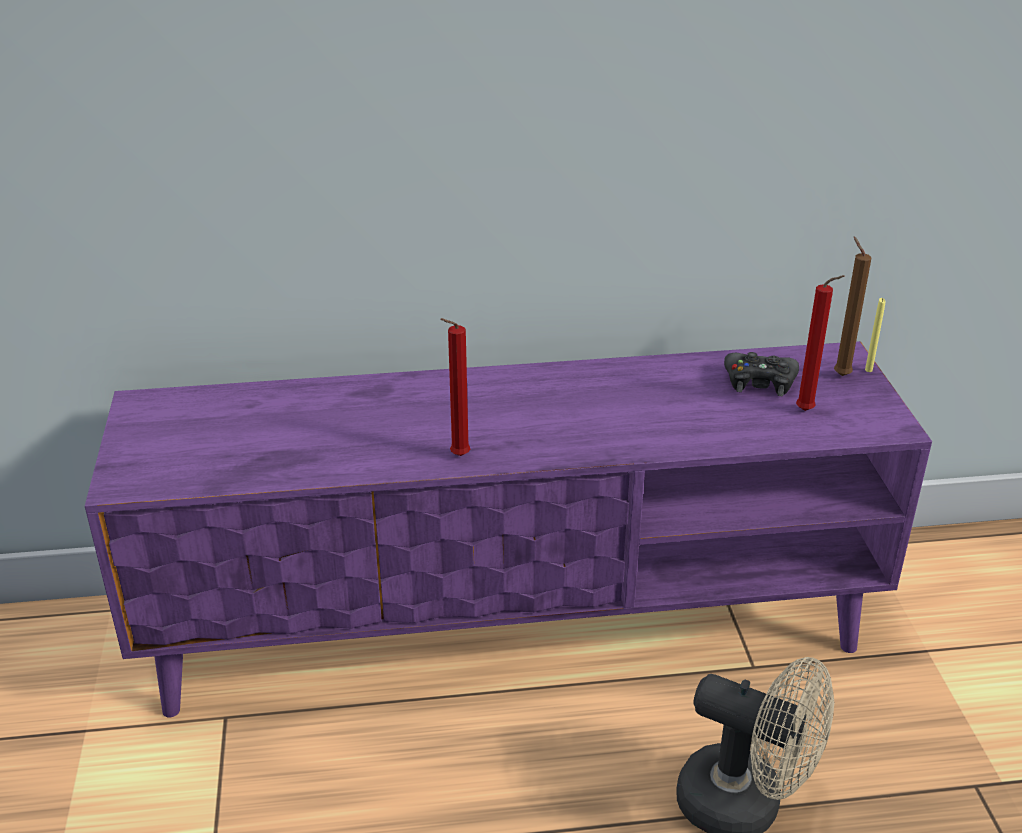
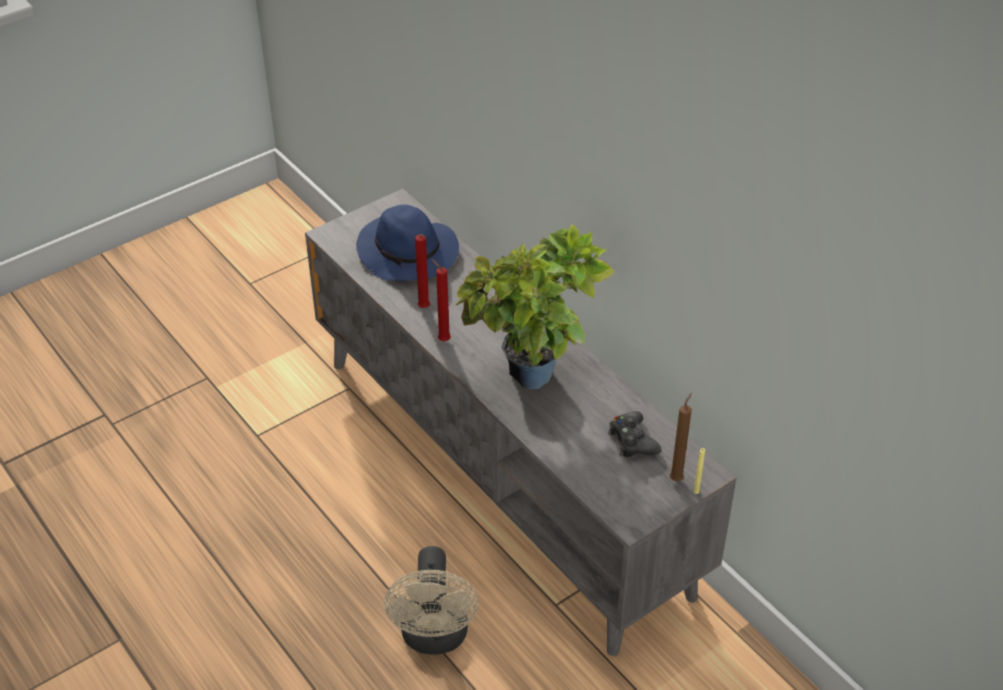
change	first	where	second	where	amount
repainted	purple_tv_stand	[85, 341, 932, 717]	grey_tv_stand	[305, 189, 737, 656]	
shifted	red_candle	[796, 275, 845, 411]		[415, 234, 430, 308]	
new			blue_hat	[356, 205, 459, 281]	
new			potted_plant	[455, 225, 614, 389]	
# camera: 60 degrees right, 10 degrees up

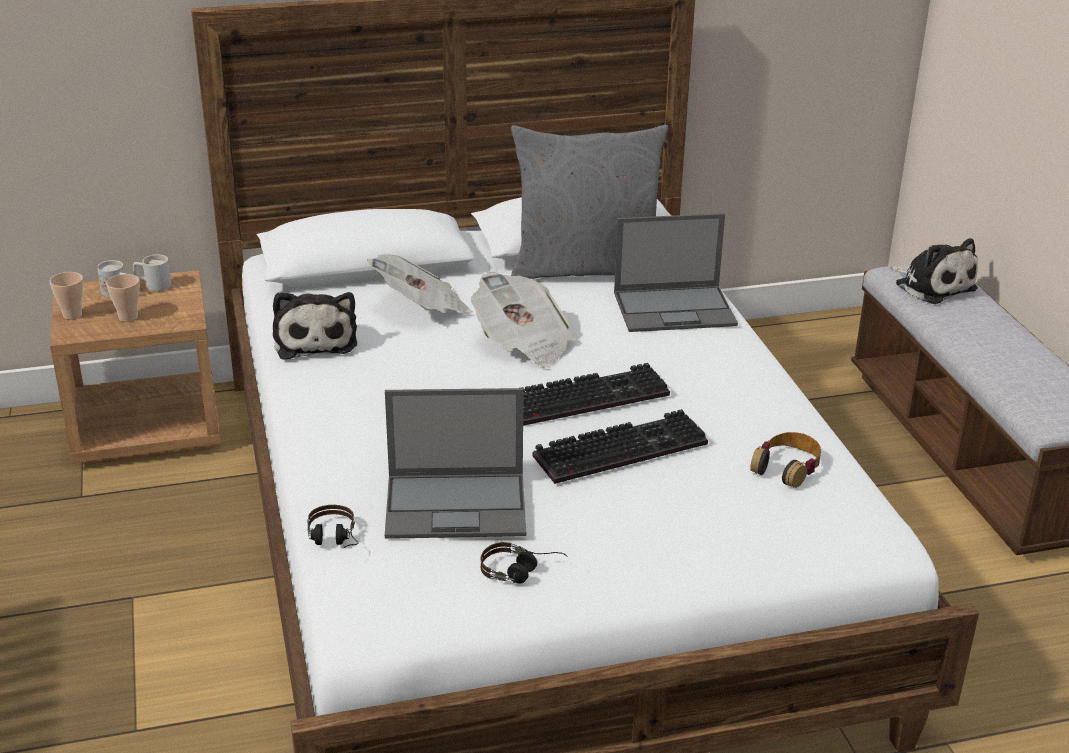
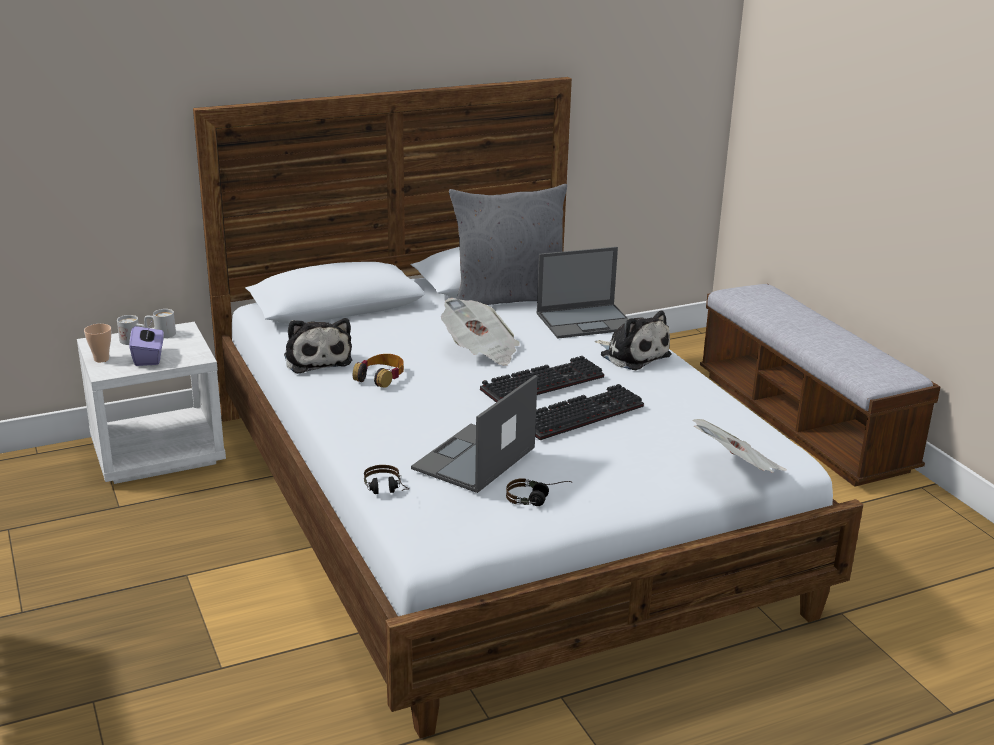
change	first	where	second	where	amount
repainted	brown_nightstand	[50, 270, 221, 465]	white_nightstand	[77, 322, 226, 484]	
swapped	cup	[106, 274, 140, 322]	purple_tissue_box	[129, 323, 164, 366]	
shifted	newspaper	[367, 254, 473, 313]		[693, 419, 787, 473]	
rotated	laptop	[385, 388, 526, 539]		[411, 375, 538, 493]	135 degrees clockwise
shifted	headphones	[750, 432, 821, 488]		[353, 354, 404, 388]	
shifted	plush_toy	[890, 238, 978, 304]		[595, 311, 672, 370]	
# camera: 10 degrees left, 5 degrees down

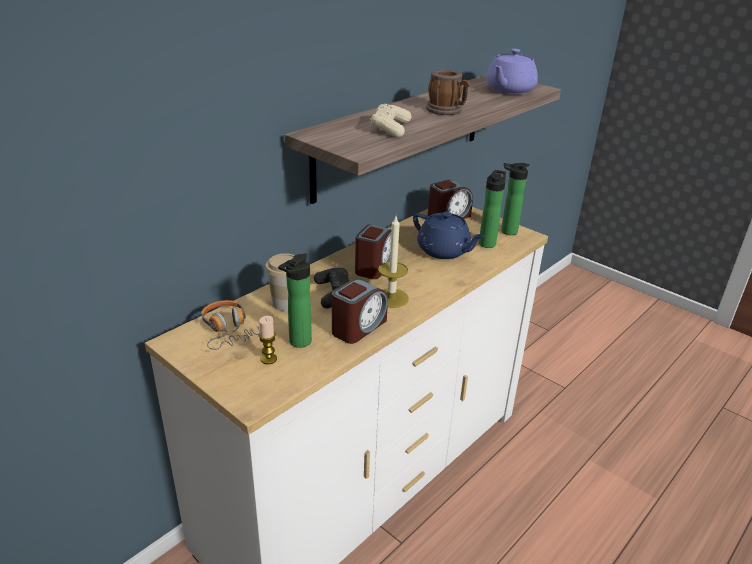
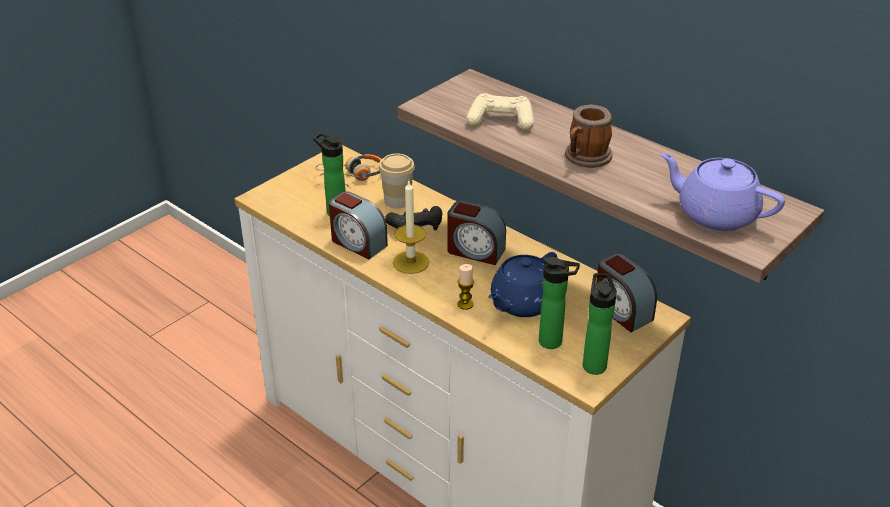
change	first	where	second	where	amount
shifted	candle	[259, 316, 277, 364]		[458, 264, 474, 310]	
# camera: 90 degrees right, 5 degrees up

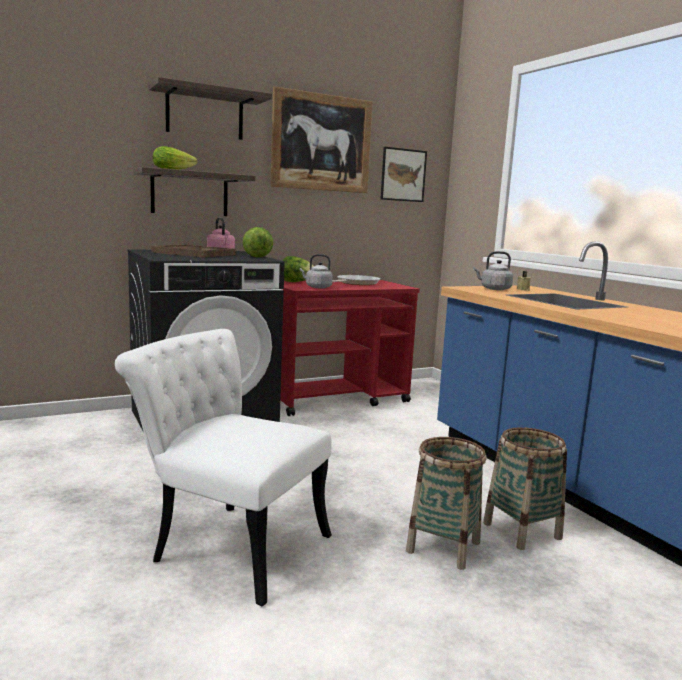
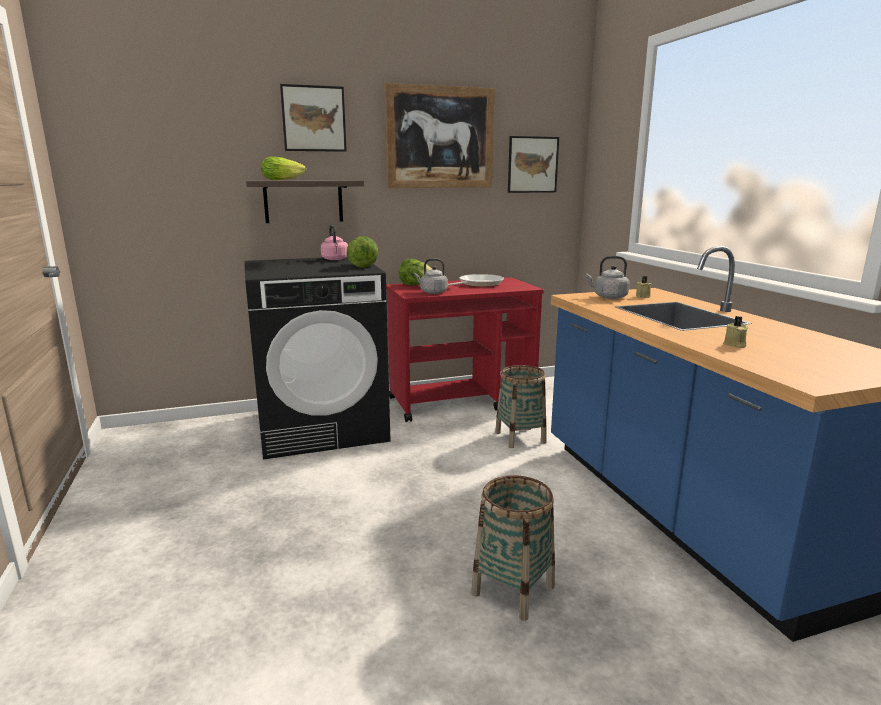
change	first	where	second	where	amount
gone	white_chair	[115, 329, 332, 607]			
swapped	shelf	[149, 77, 272, 140]	picture	[280, 84, 347, 152]	
gone	brown_tray	[151, 245, 236, 257]			
shifted	basket	[483, 427, 567, 550]		[495, 365, 546, 448]	
new			beige_candle	[723, 316, 749, 348]	
# camera: 10 degrees right, 5 degrees up

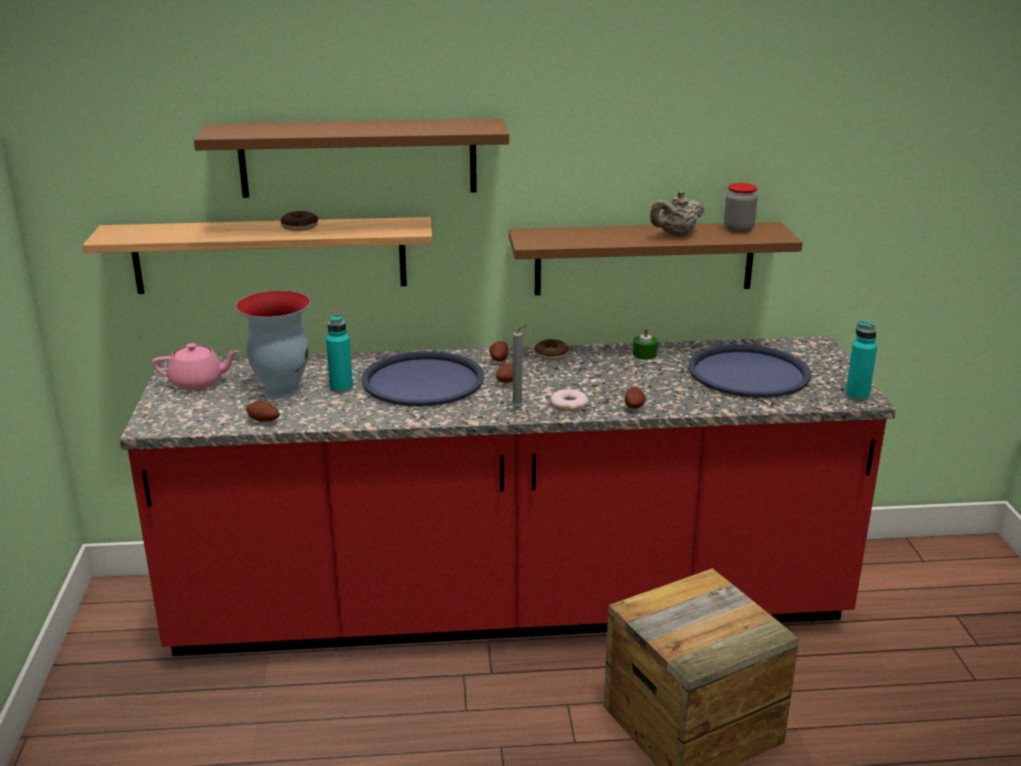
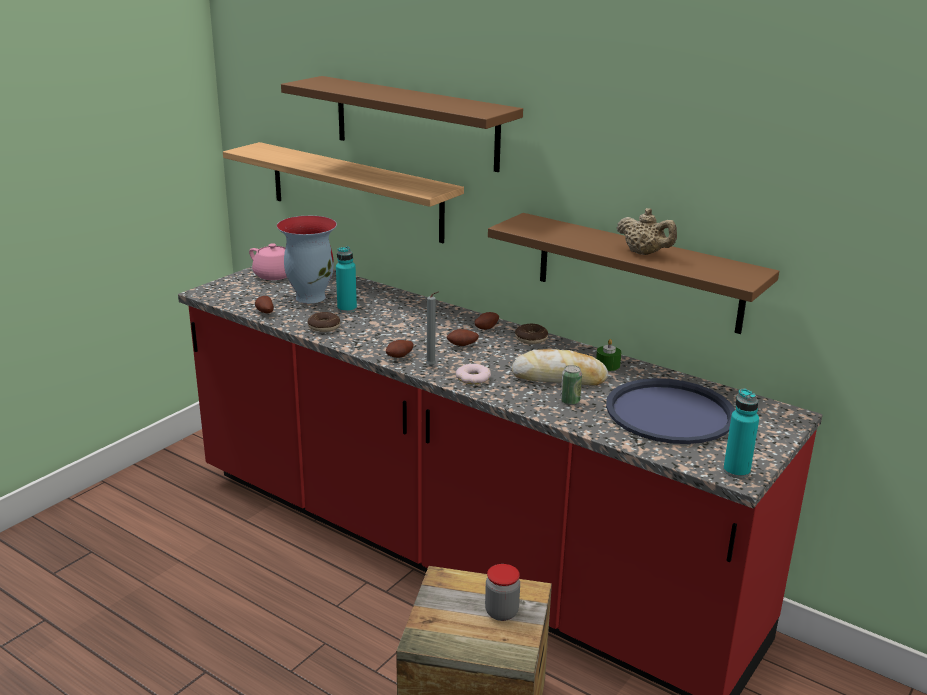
change	first	where	second	where	amount
shifted	donut	[281, 211, 318, 231]		[308, 312, 340, 332]	
gone	blue_tray	[362, 351, 484, 407]			
shifted	potato	[625, 387, 646, 409]		[386, 340, 413, 358]	
rotated	beige_teapot	[650, 191, 704, 237]		[617, 208, 677, 255]	150 degrees counterclockwise
shifted	jar	[724, 183, 758, 233]		[485, 564, 520, 621]	
new			bread	[512, 349, 608, 386]	
new			can	[561, 365, 582, 405]	
# camera: 40 degrees right, 0 degrees up

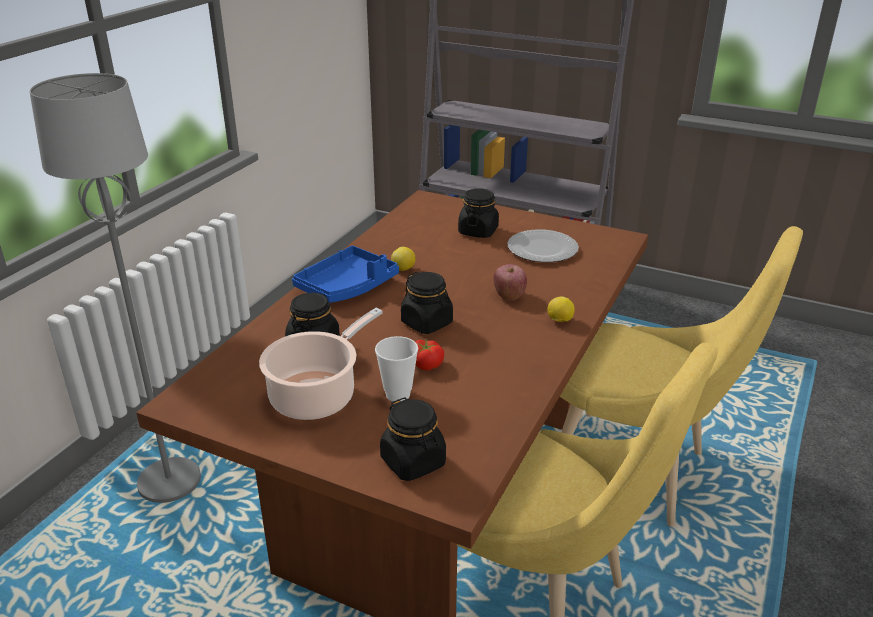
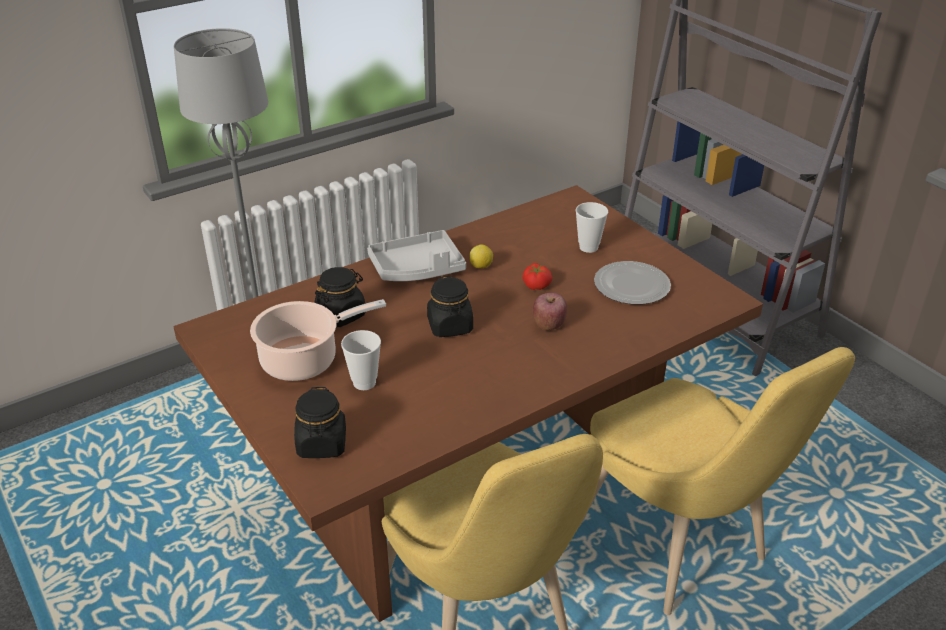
change	first	where	second	where	amount
repainted	blue_tray	[292, 246, 399, 303]	grey_tray	[367, 230, 466, 281]	
shifted	tomato	[415, 339, 444, 371]		[523, 263, 553, 290]	
swapped	black_jar	[458, 188, 499, 238]	cup	[575, 202, 608, 253]	
gone	lemon	[547, 296, 575, 322]			
# camera: 30 degrees right, 5 degrees up

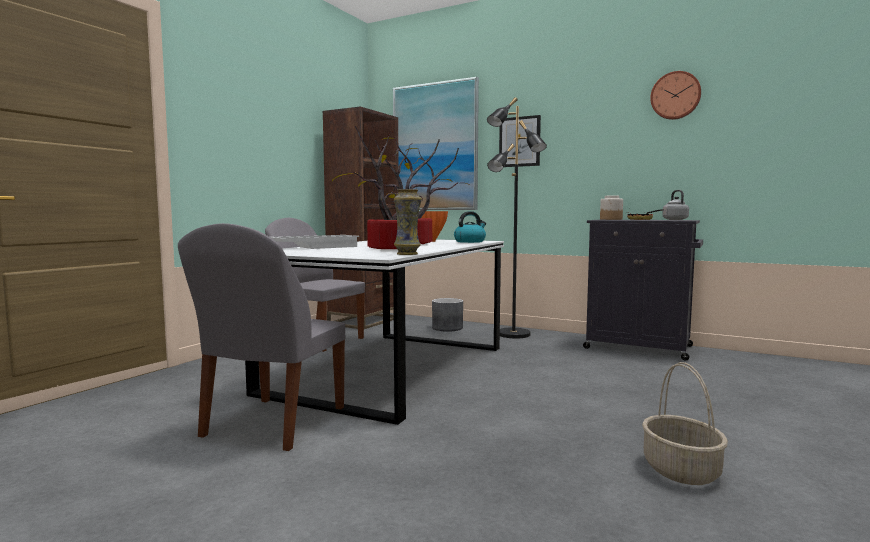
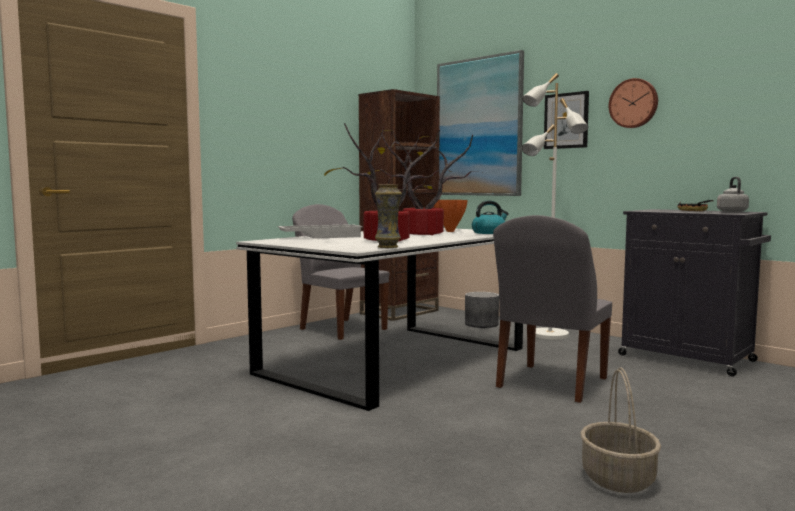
change	first	where	second	where	amount
shifted	grey_chair	[178, 223, 345, 451]		[493, 215, 612, 403]	
repainted	black_floor_lamp	[487, 97, 547, 338]	white_floor_lamp	[522, 73, 588, 340]	
gone	jar	[600, 196, 623, 220]			
shifted	wall_clock	[650, 71, 701, 120]		[609, 78, 658, 128]	
# camera: 15 degrees right, 0 degrees up

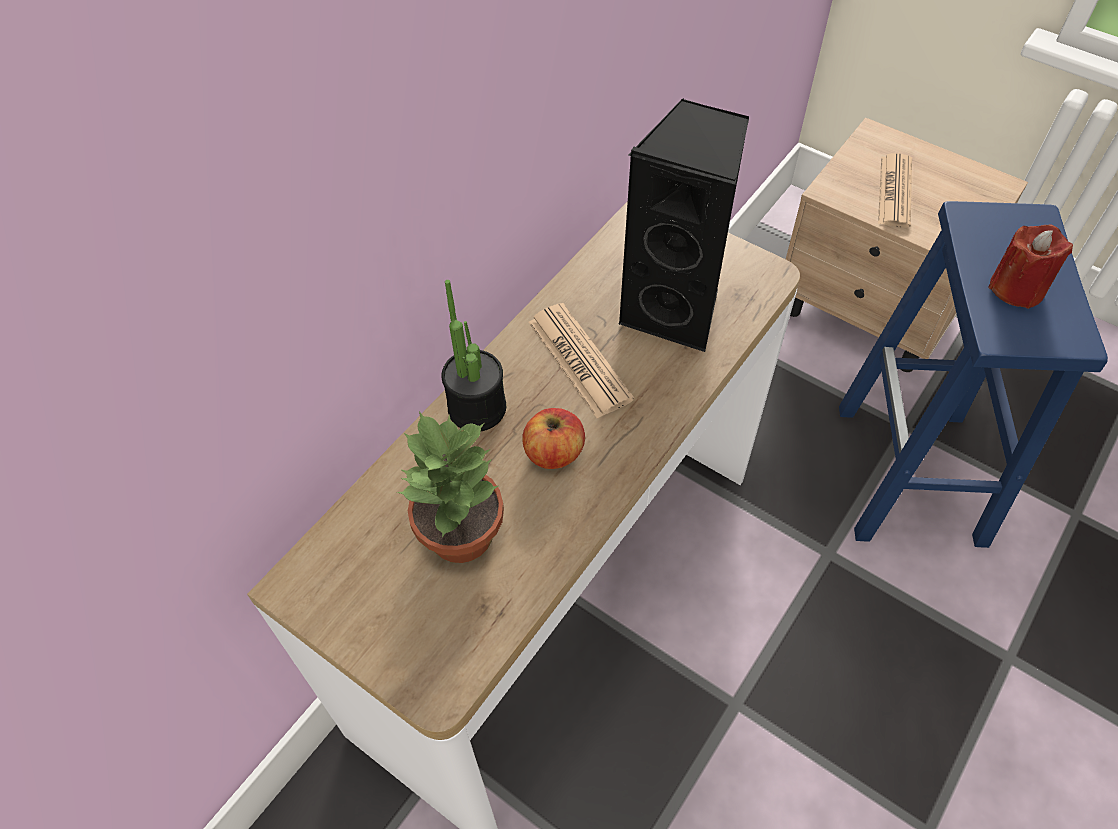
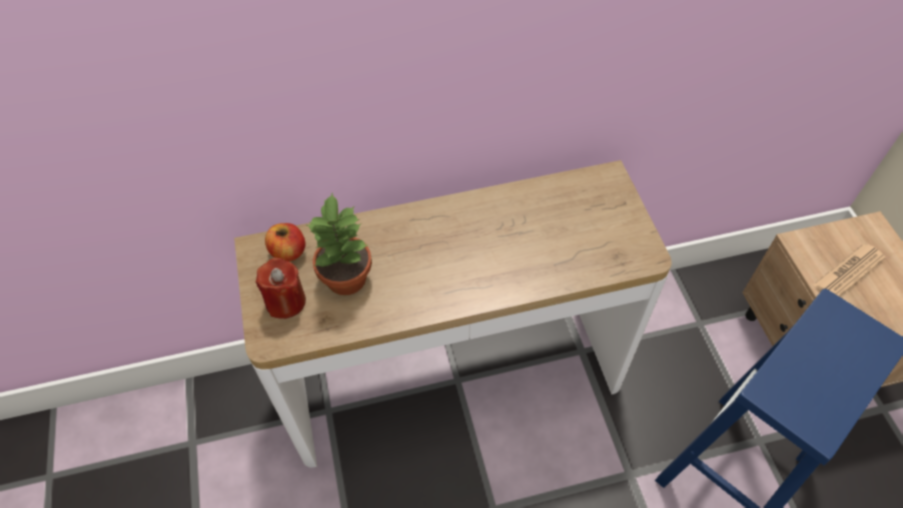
change	first	where	second	where	amount
gone	potted_plant	[442, 280, 506, 431]			
shifted	apple	[522, 408, 585, 469]		[265, 223, 306, 261]	
gone	newspaper	[528, 303, 634, 418]			
gone	black_speaker	[618, 98, 749, 352]			
shifted	red_candle	[988, 225, 1073, 309]		[255, 258, 306, 319]	
# camera: 40 degrees right, 0 degrees up

